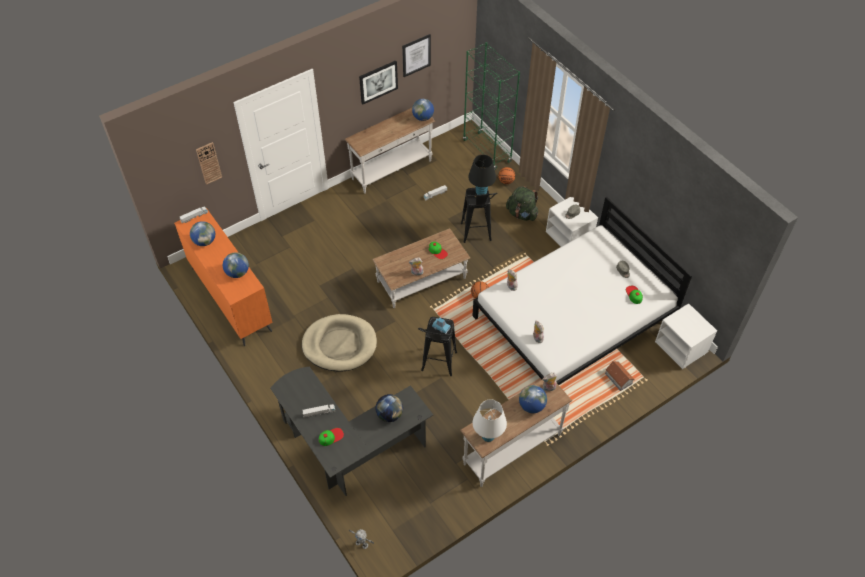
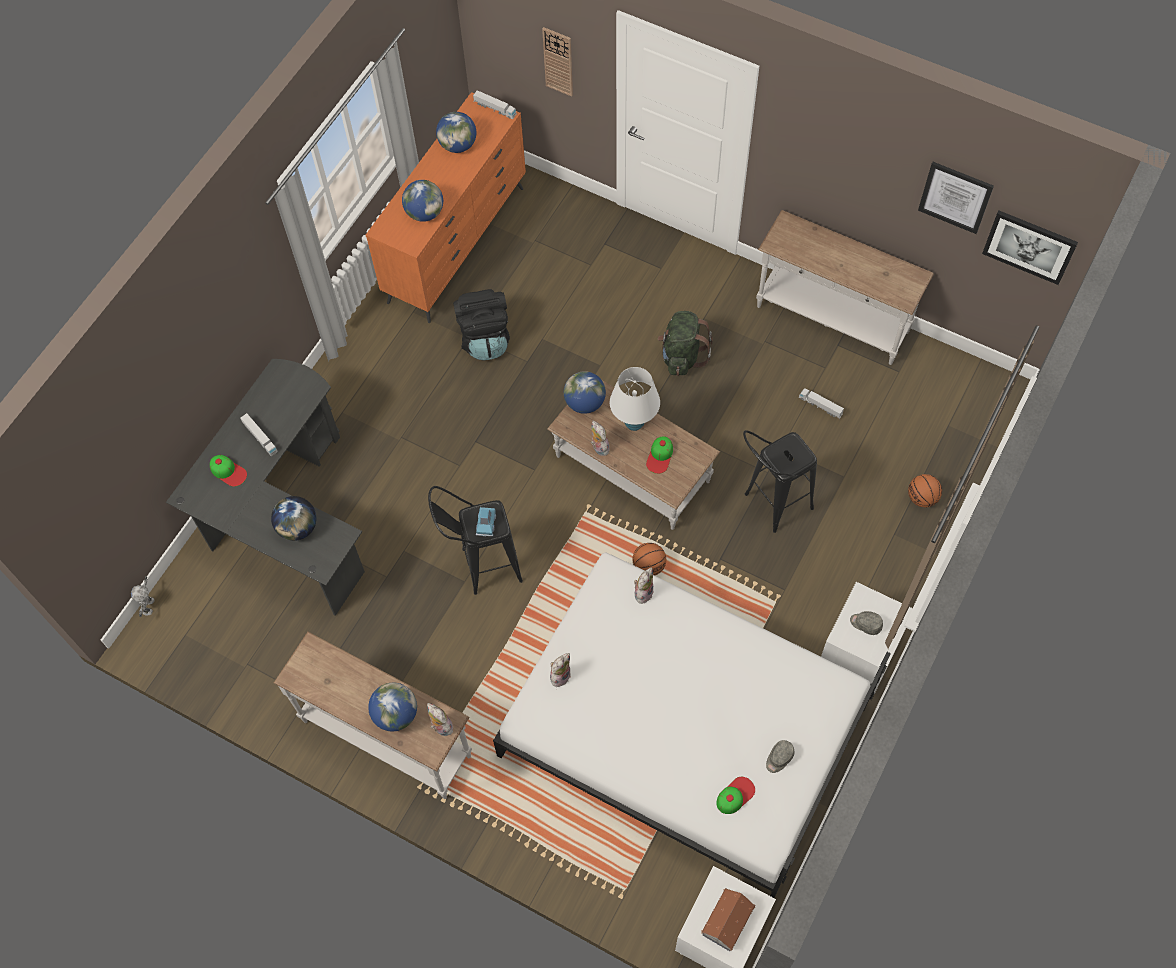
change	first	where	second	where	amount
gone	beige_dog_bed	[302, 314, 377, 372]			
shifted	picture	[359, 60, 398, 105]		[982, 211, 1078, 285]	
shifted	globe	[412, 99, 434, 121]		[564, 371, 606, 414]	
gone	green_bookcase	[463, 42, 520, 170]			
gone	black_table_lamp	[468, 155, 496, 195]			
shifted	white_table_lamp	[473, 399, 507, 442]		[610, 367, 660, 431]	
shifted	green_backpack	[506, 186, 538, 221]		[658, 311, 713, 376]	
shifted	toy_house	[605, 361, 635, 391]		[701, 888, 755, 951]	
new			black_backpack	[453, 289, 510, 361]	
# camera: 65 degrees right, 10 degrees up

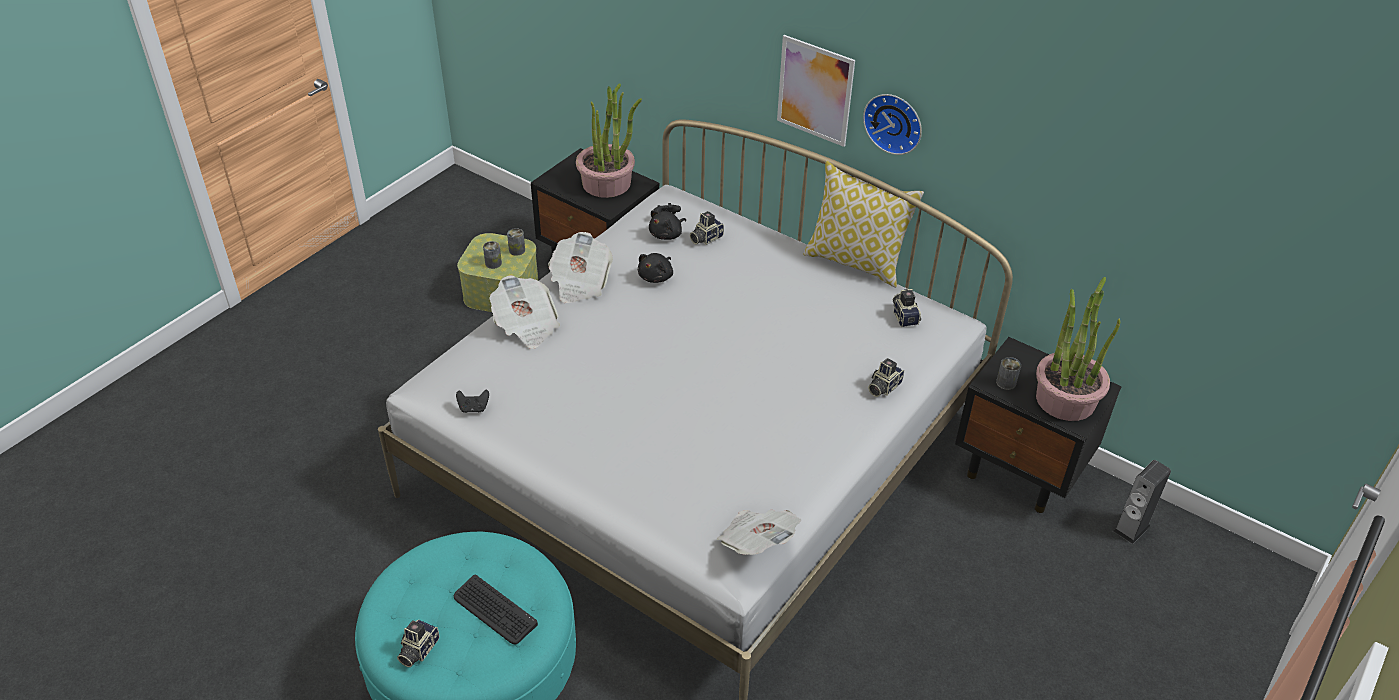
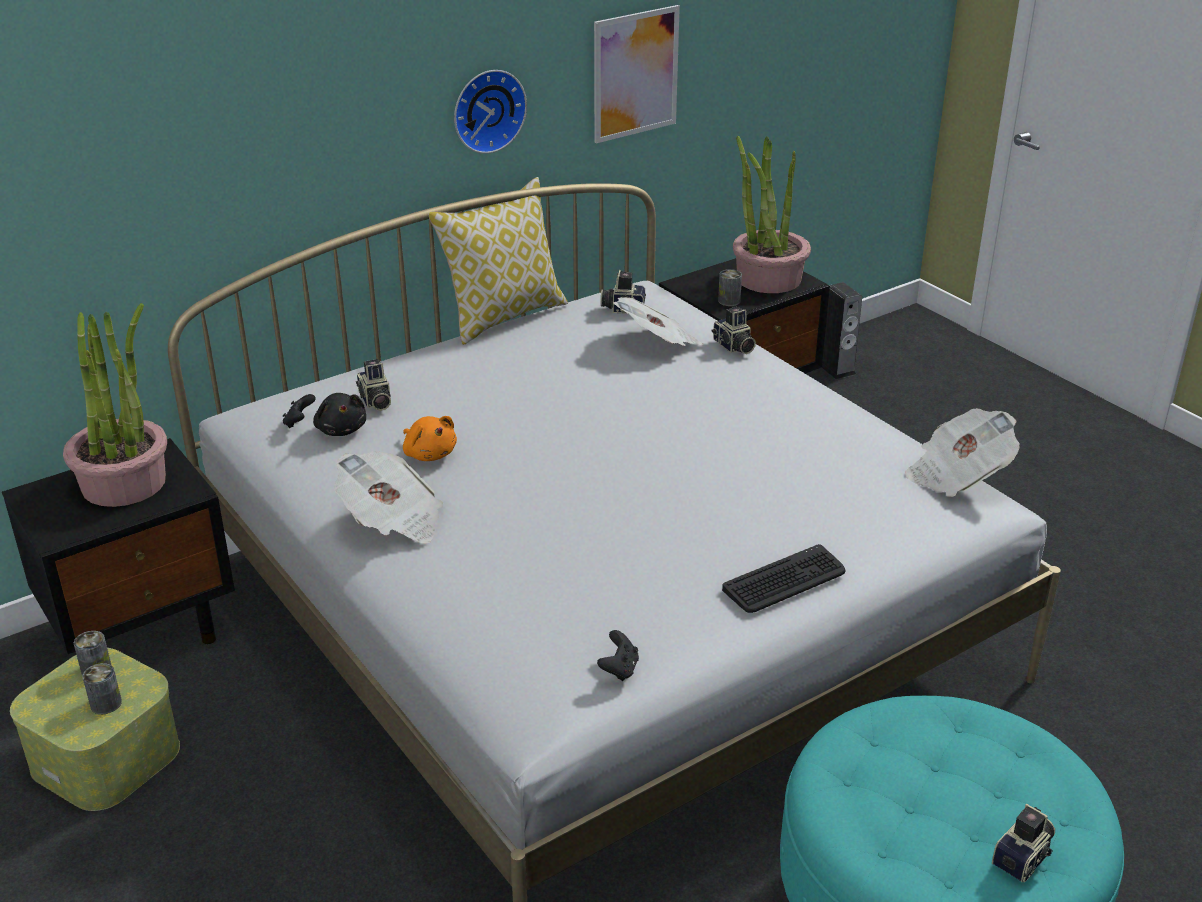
change	first	where	second	where	amount
rotated	photo_camera	[397, 620, 439, 667]		[992, 804, 1055, 882]	90 degrees counterclockwise
shifted	keyboard	[454, 575, 538, 644]		[722, 544, 846, 613]	
shifted	newspaper	[489, 275, 560, 349]		[613, 297, 704, 346]	
repainted	black_plush_toy	[638, 253, 673, 283]	orange_plush_toy	[403, 416, 457, 461]	
shifted	picture	[777, 35, 855, 147]		[594, 5, 680, 143]	
# camera: 70 degrees left, 10 degrees down

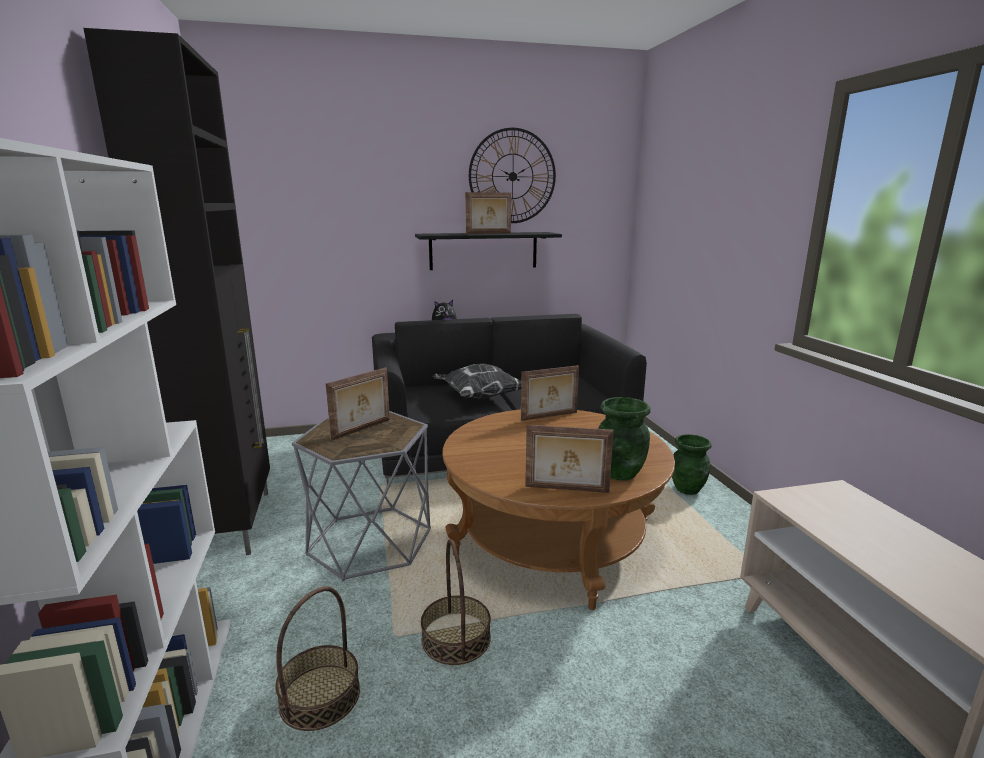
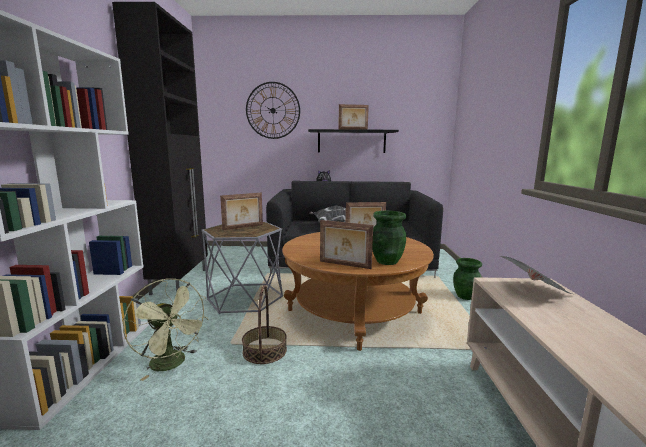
change	first	where	second	where	amount
swapped	basket	[275, 586, 360, 731]	green_fan	[123, 278, 209, 381]	
shifted	wall_clock	[469, 128, 556, 223]		[246, 82, 300, 139]	
new			newspaper	[500, 256, 572, 294]	
# camera: 15 degrees right, 5 degrees down

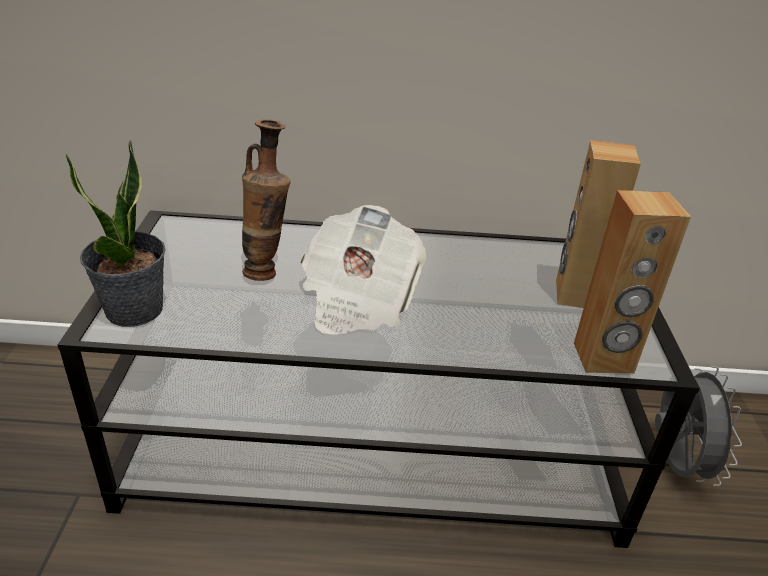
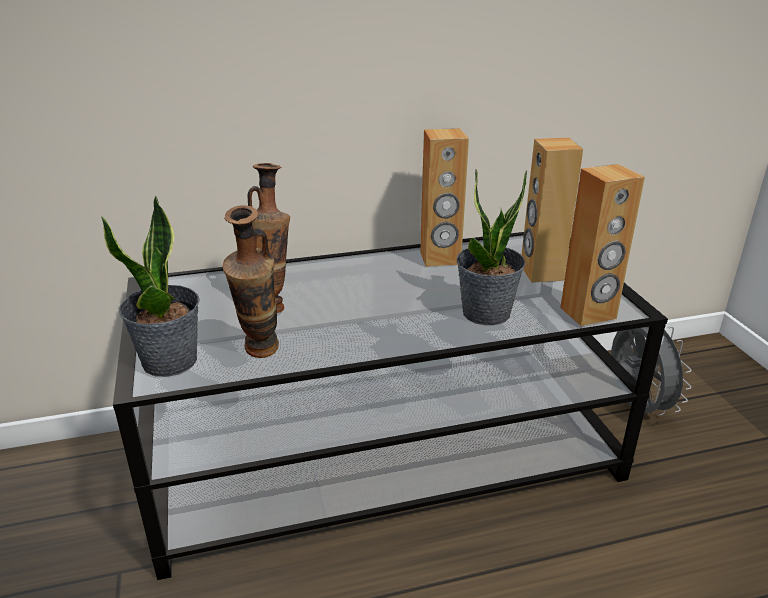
change	first	where	second	where	amount
gone	newspaper	[301, 205, 427, 335]			
new			vase	[223, 206, 279, 358]	
new			brown_speaker	[420, 128, 469, 267]	
new			potted_plant	[457, 169, 527, 325]	
# camera: 15 degrees left, 5 degrees down

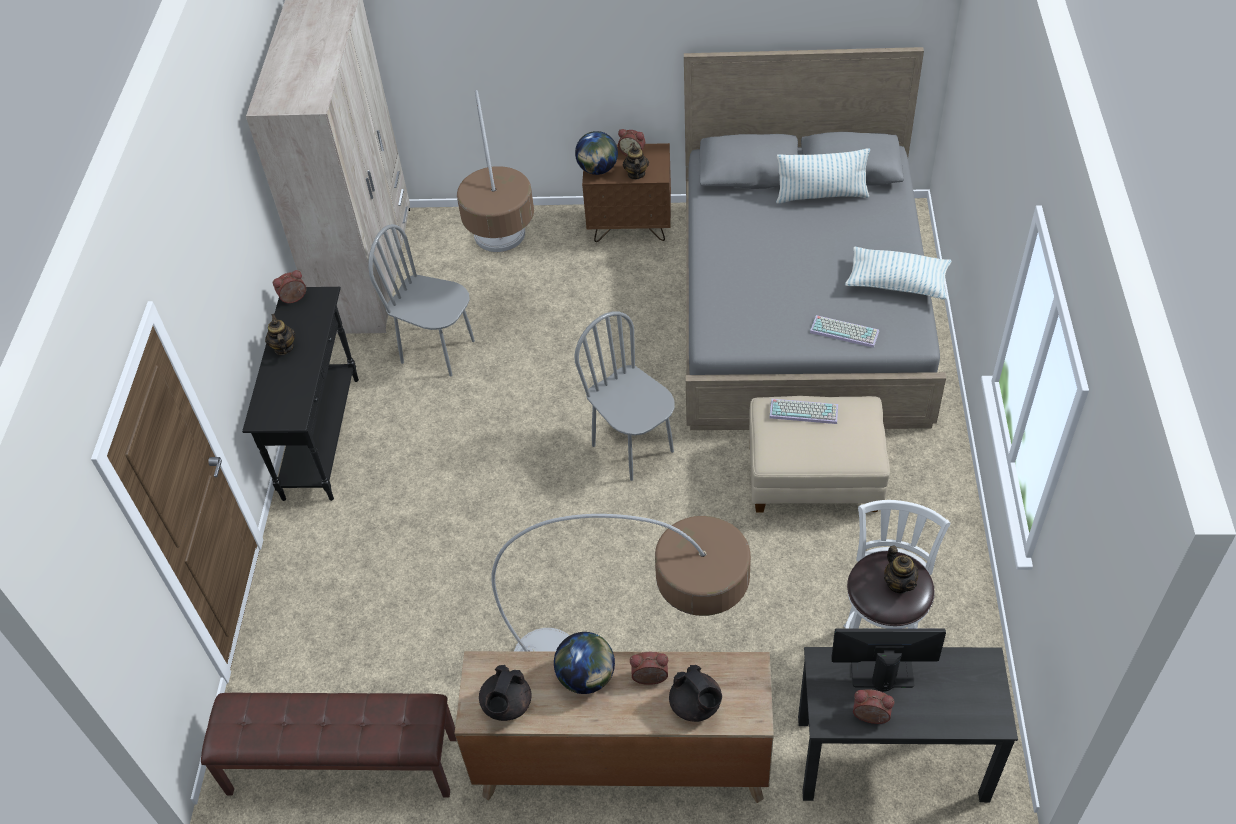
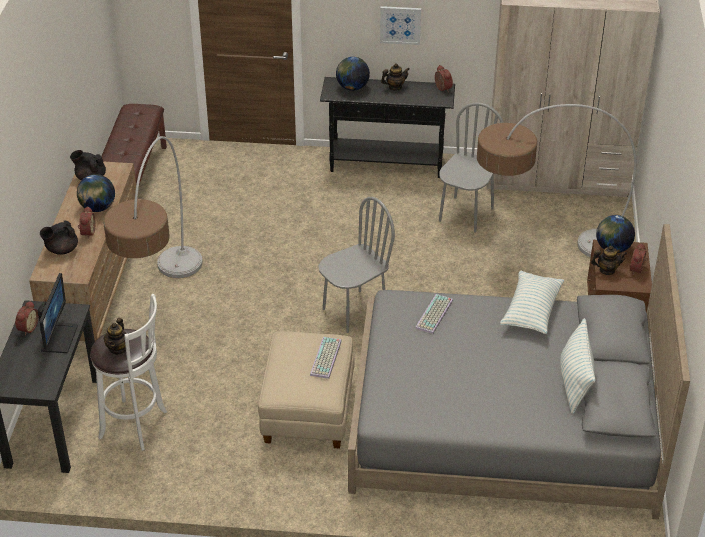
change	first	where	second	where	amount
shifted	keyboard	[810, 315, 879, 348]		[415, 294, 453, 334]	
shifted	pillow	[845, 246, 952, 300]		[500, 271, 564, 334]	
rotated	teapot	[884, 546, 919, 594]		[104, 318, 127, 355]	60 degrees counterclockwise
new			globe	[336, 57, 370, 91]	
new			picture	[380, 6, 421, 45]	
# camera: 90 degrees right, 10 degrees down

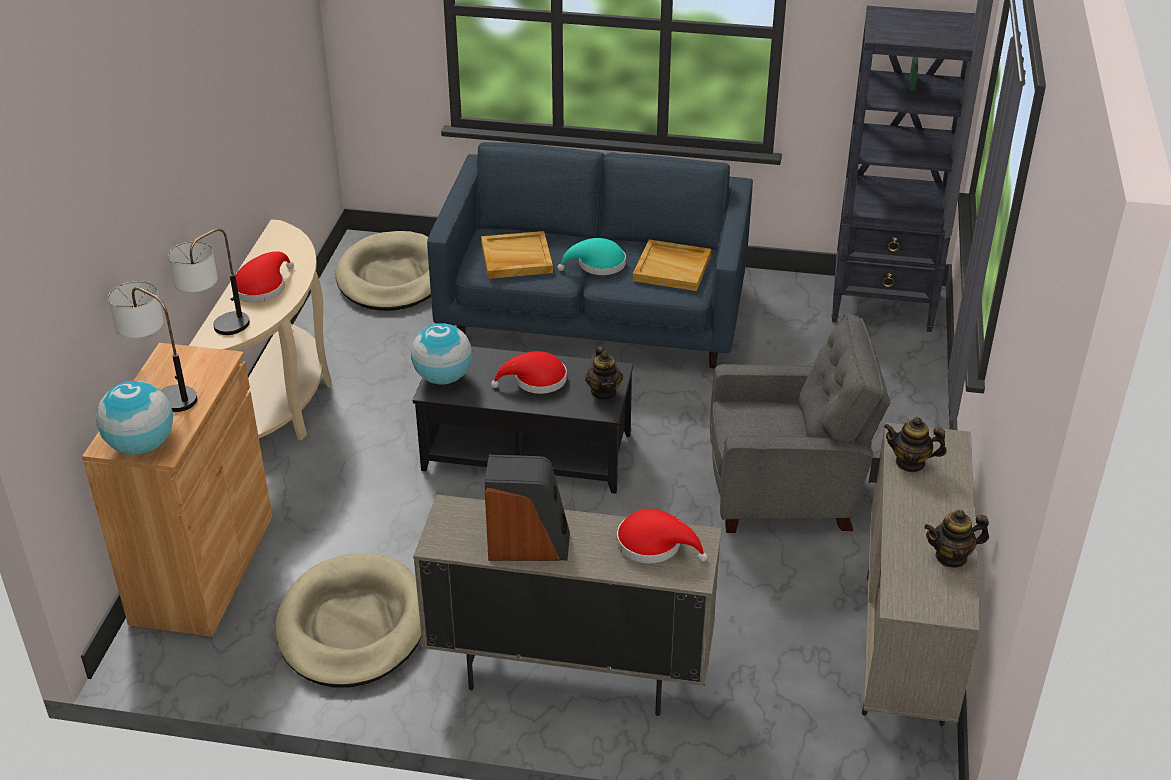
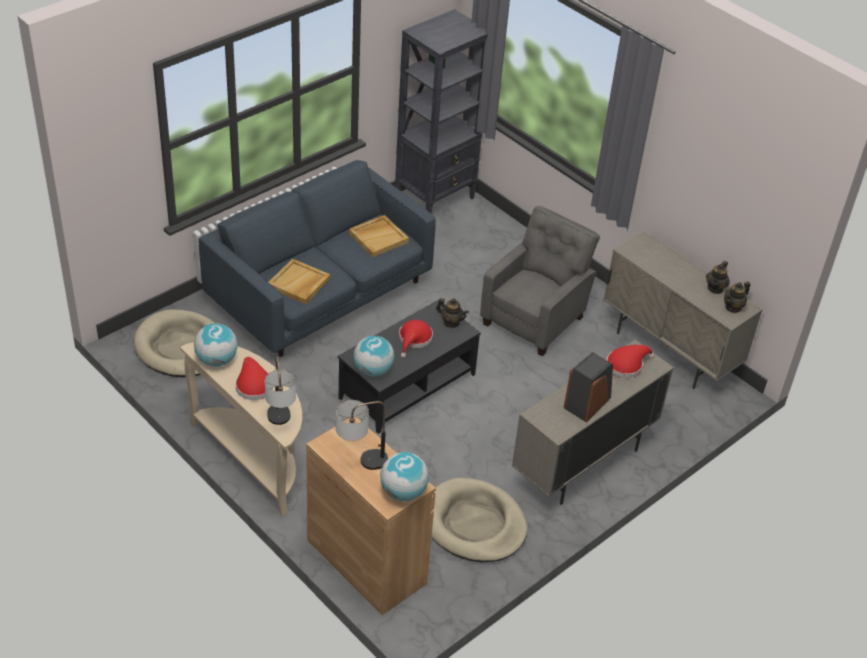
change	first	where	second	where	amount
gone	turquoise_hat	[557, 238, 626, 275]			
shifted	teapot	[884, 417, 947, 472]		[724, 282, 750, 313]	
new			globe	[194, 323, 238, 367]	
# camera: 55 degrees left, 5 degrees up

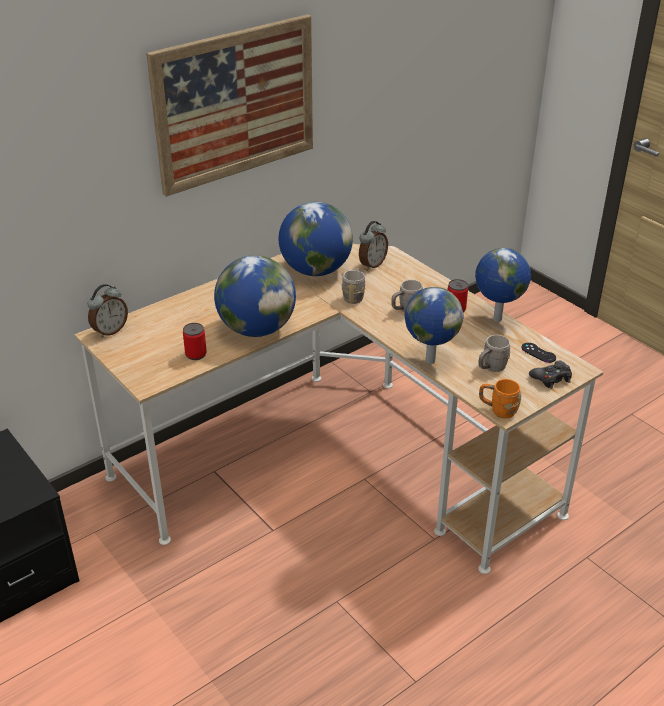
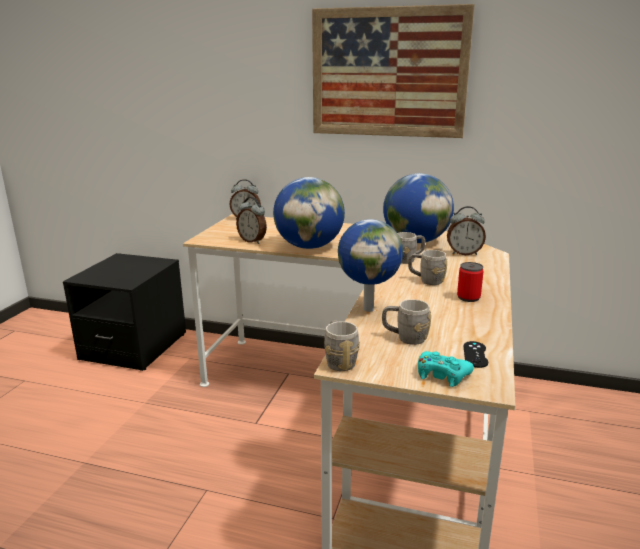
change	first	where	second	where	amount
swapped	can	[183, 323, 207, 360]	alarm_clock	[236, 197, 267, 244]	
gone	globe	[475, 248, 531, 322]			
repainted	orange_mug	[479, 379, 521, 418]	grey_mug	[324, 320, 360, 371]	
repainted	black_game_controller	[529, 361, 572, 389]	turquoise_game_controller	[418, 351, 474, 387]	
# camera: 55 degrees right, 15 degrees down

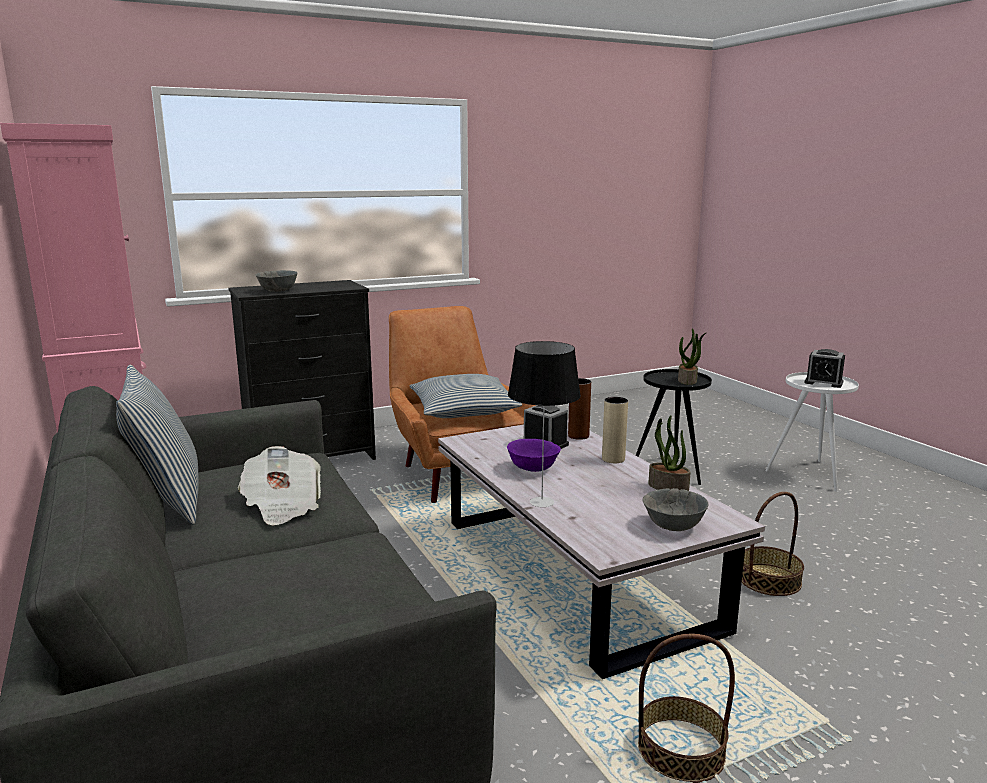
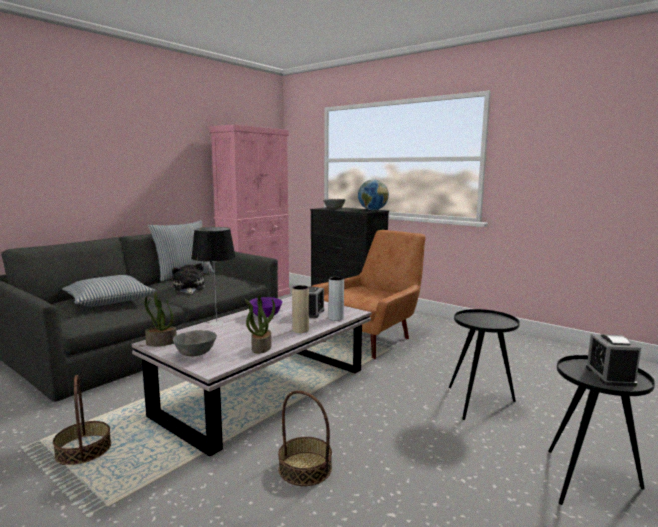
change	first	where	second	where	amount
swapped	newspaper	[238, 446, 321, 526]	plush_toy	[172, 263, 205, 294]	
shifted	pillow	[410, 374, 522, 418]		[62, 275, 156, 306]	
repainted	brown_vase	[568, 378, 591, 440]	grey_vase	[329, 277, 344, 321]	
shifted	potted_plant	[678, 328, 706, 385]		[144, 291, 177, 346]	
repainted	white_side_table	[765, 372, 859, 491]	black_side_table	[548, 355, 655, 505]	
new			globe	[358, 179, 389, 211]	
# camera: 65 degrees right, 5 degrees down

